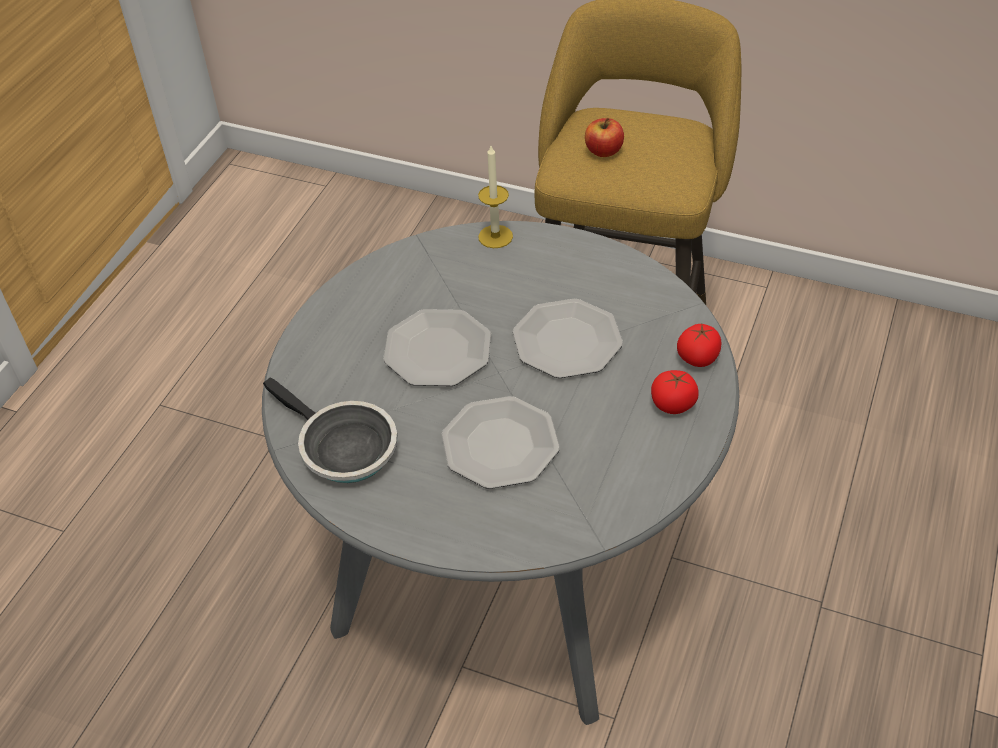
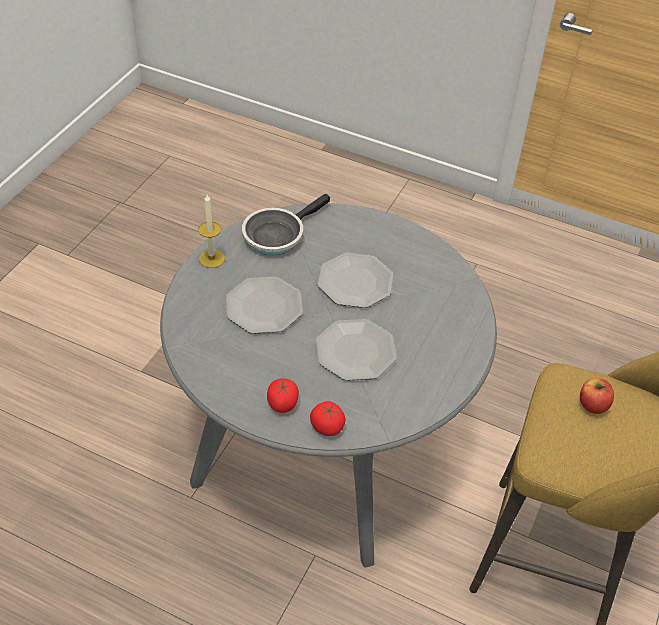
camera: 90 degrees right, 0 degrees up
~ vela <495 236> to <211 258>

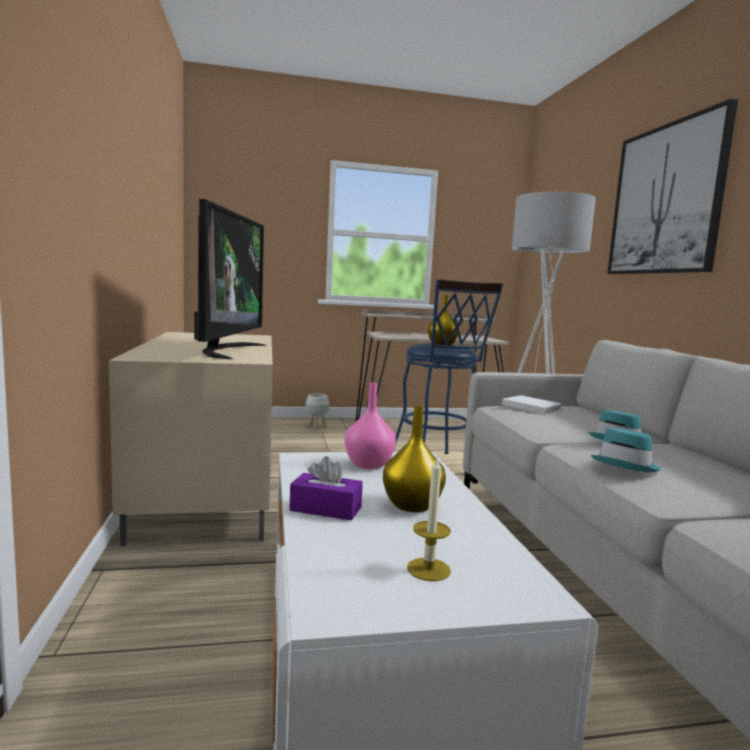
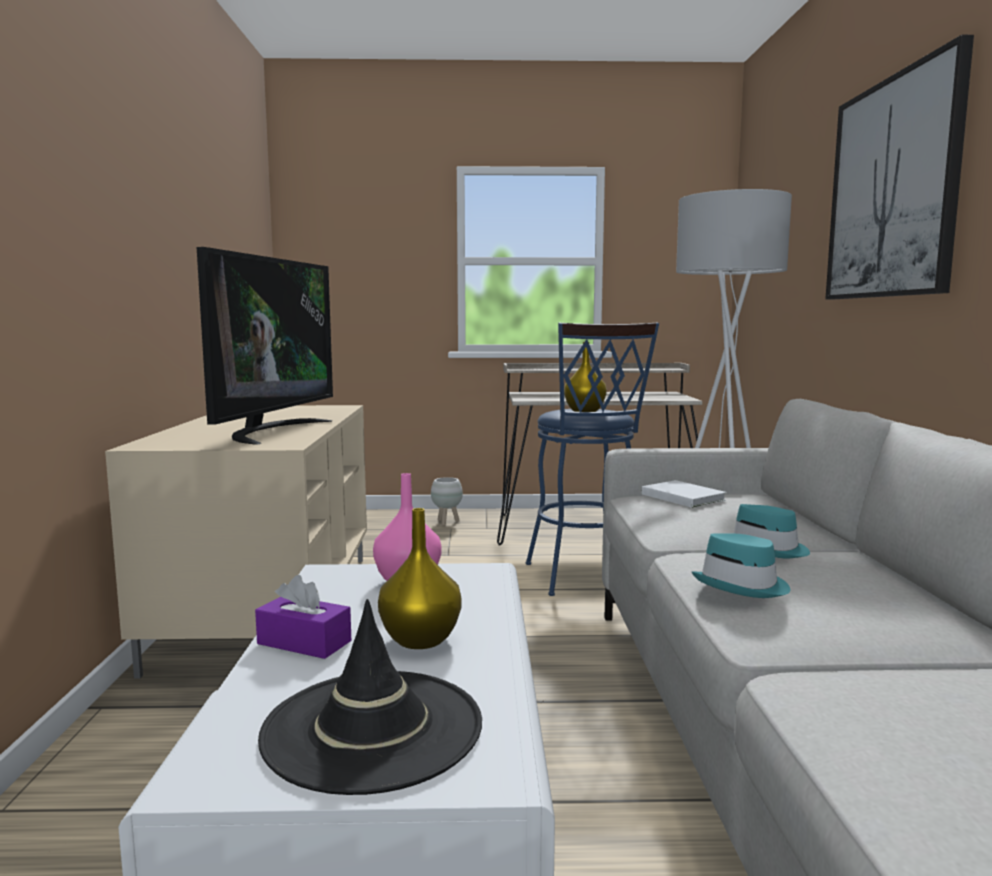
camera: 10 degrees right, 0 degrees up
~ vela <428 569> to sombrero (negro) <372 729>

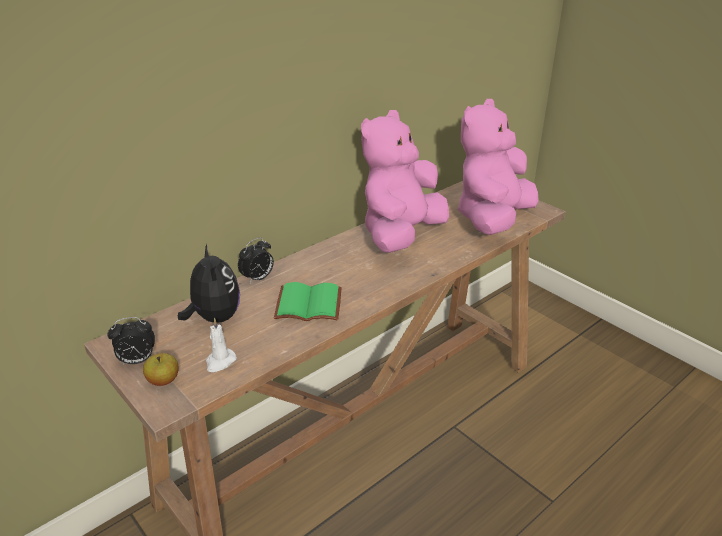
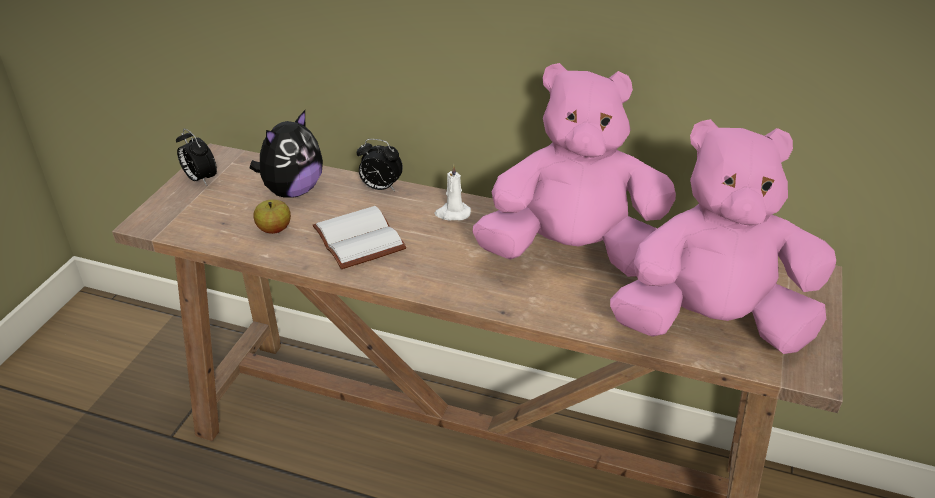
camera: 60 degrees right, 5 degrees up
~ manzana <163 380> to <274 229>
~ vela (blanco) <220 362> to <452 213>
~ libro (verde) <307 306> to libro (blanco) <356 239>

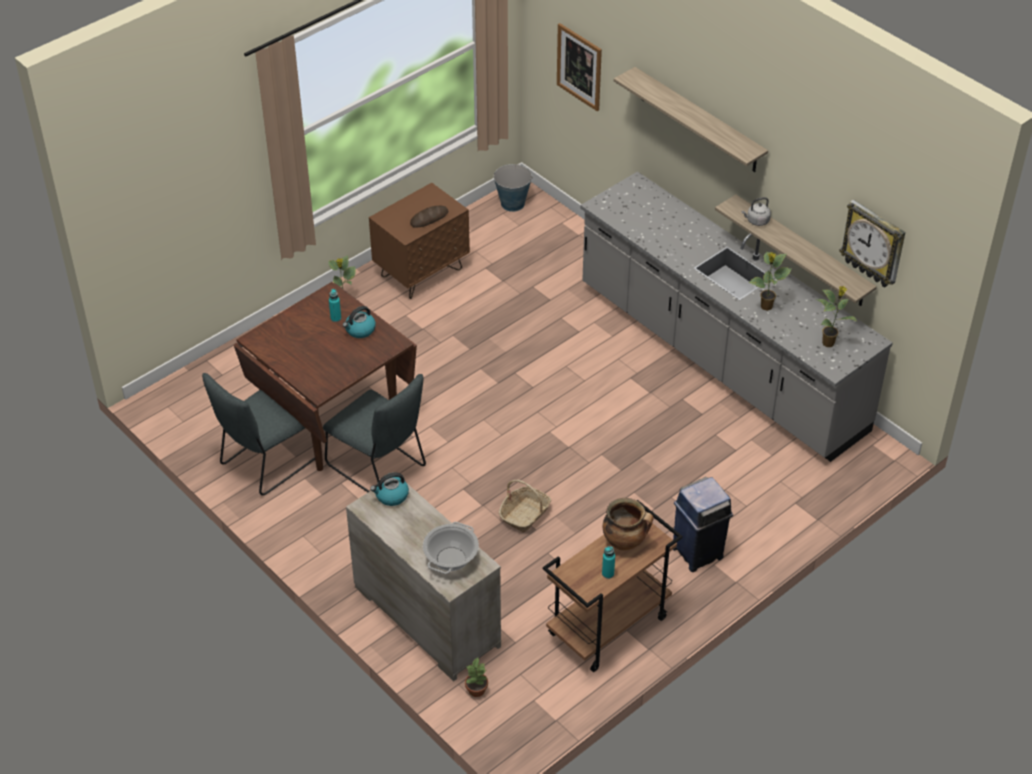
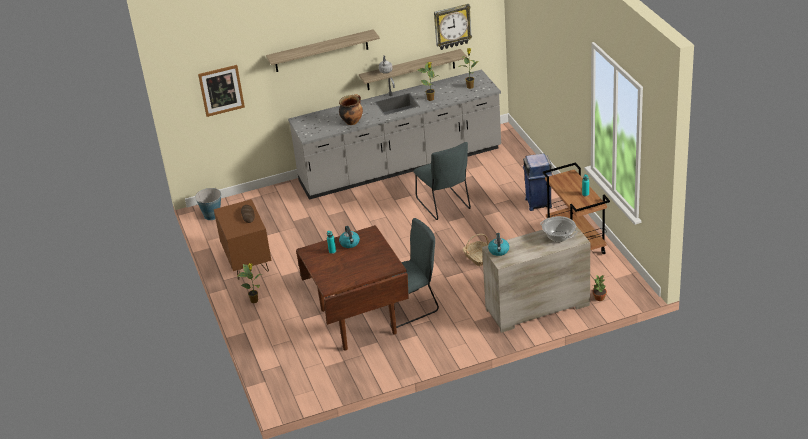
camera: 65 degrees left, 10 degrees down
~ silla (gris) <267 463> to <444 205>
~ olla <625 542> to <352 121>

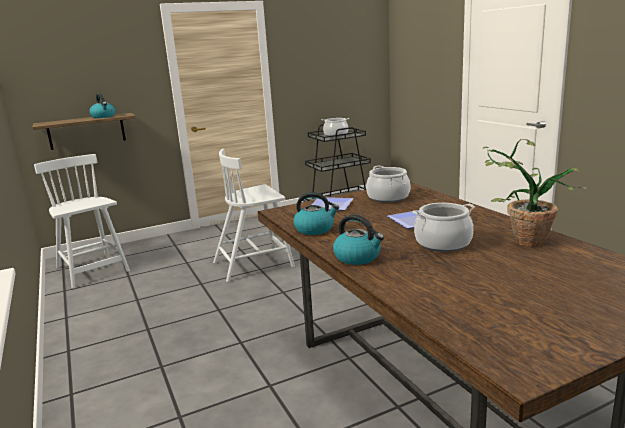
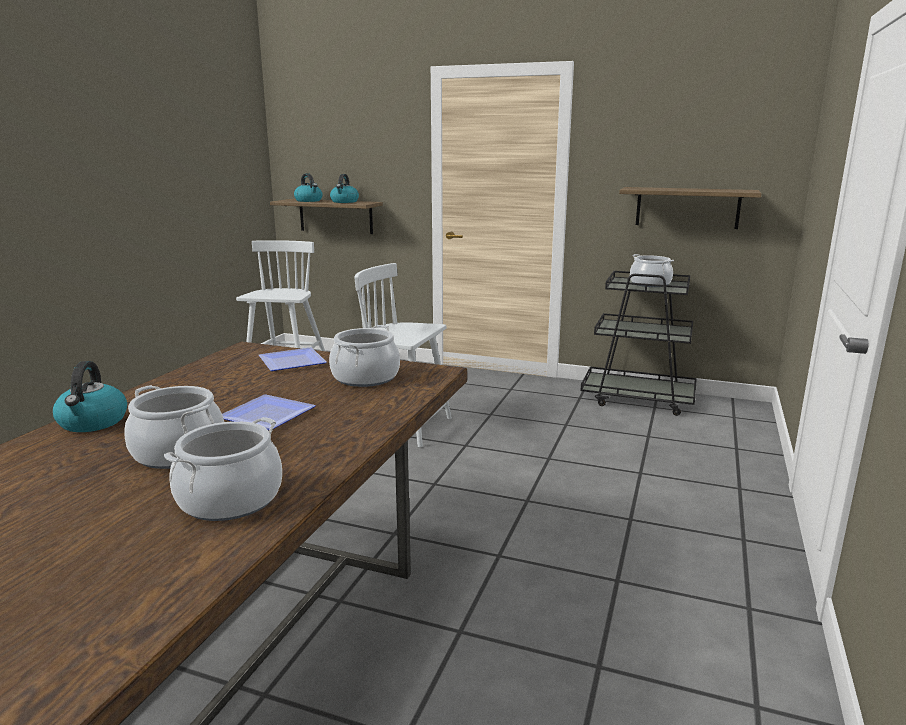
camera: 45 degrees right, 0 degrees up
+ estante <687 207>
~ hervidor <315 229> to <309 201>
~ planta en maceta <520 240> to olla <229 499>

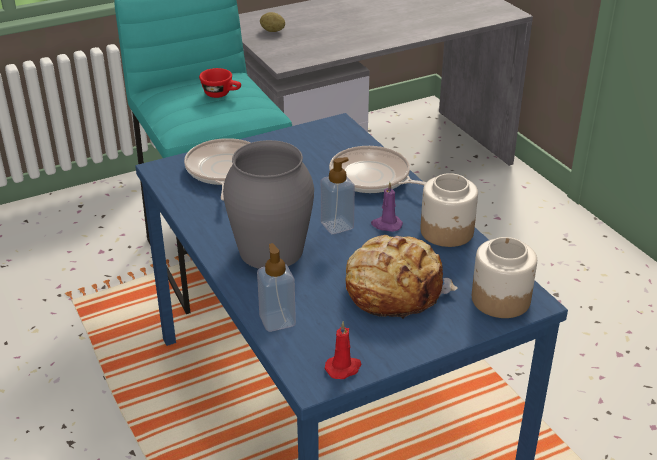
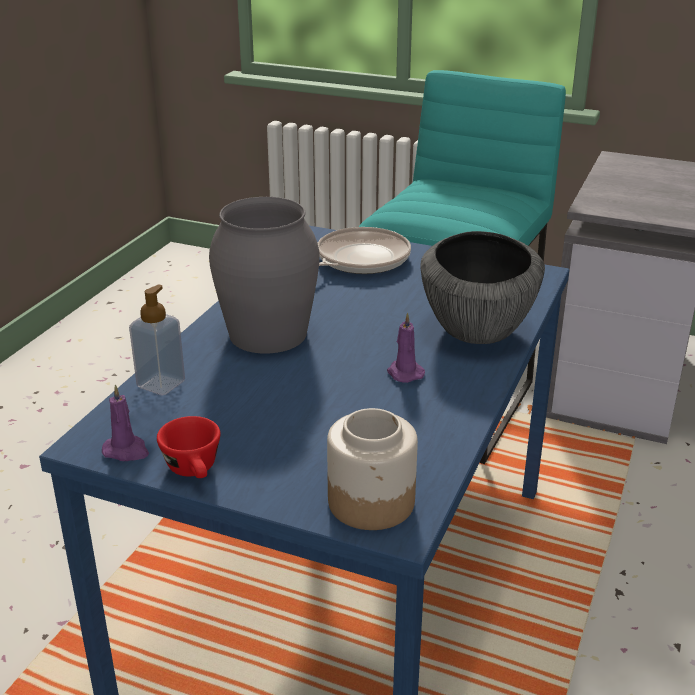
camera: 50 degrees right, 5 degrees down
- patata <272 31>
- dispensador de jabón <337 225>
- pan <394 289>
- tarro <447 232>
~ taza (rojo) <221 94> to <195 471>
~ sartén <373 178> to cuenco <476 331>
~ vela (rojo) <343 368> to vela (morado) <126 451>

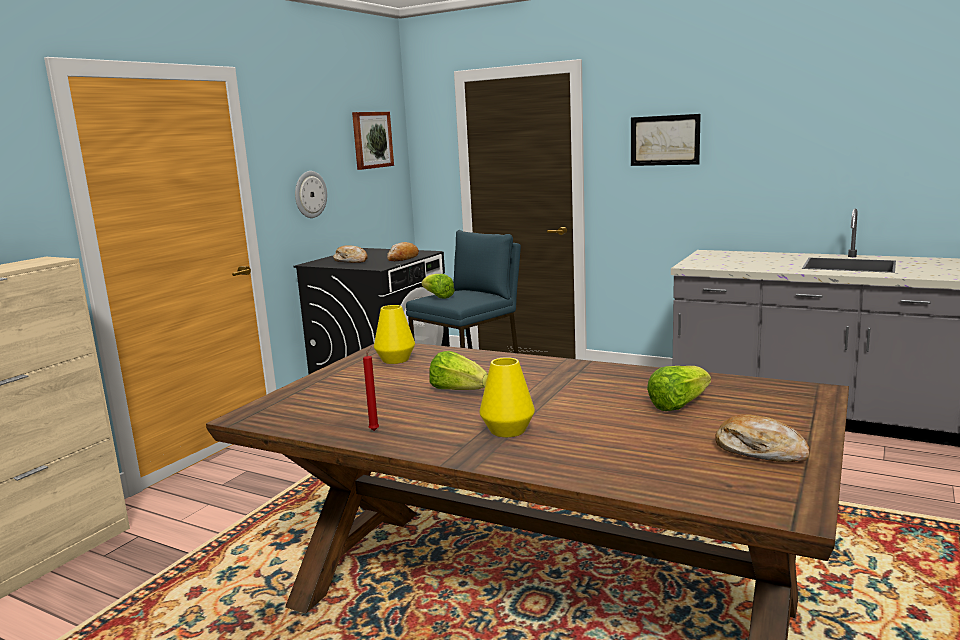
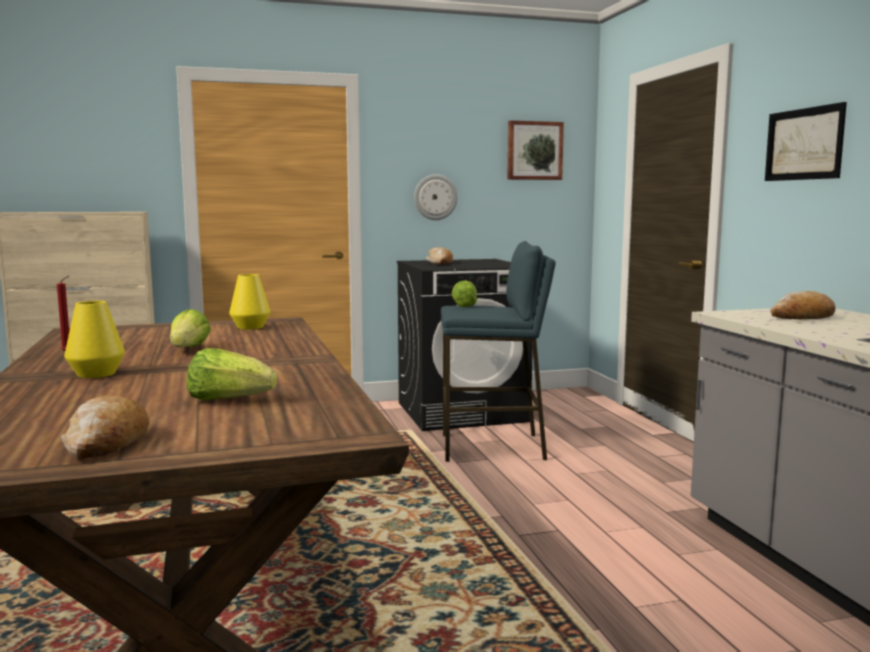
camera: 45 degrees right, 5 degrees down
~ pan <403 258> to <802 317>

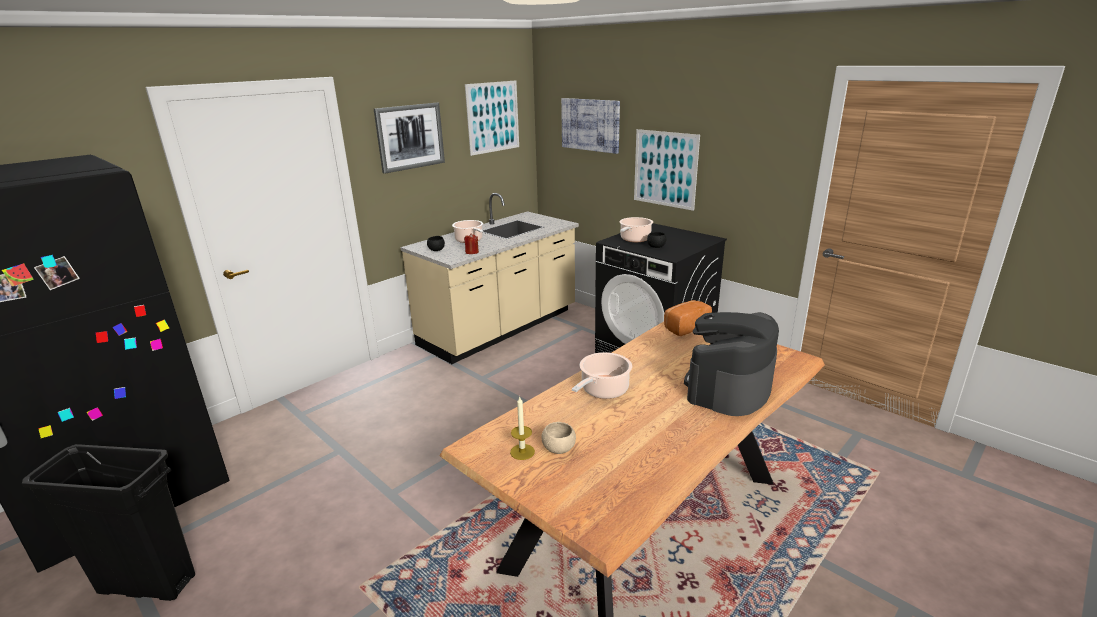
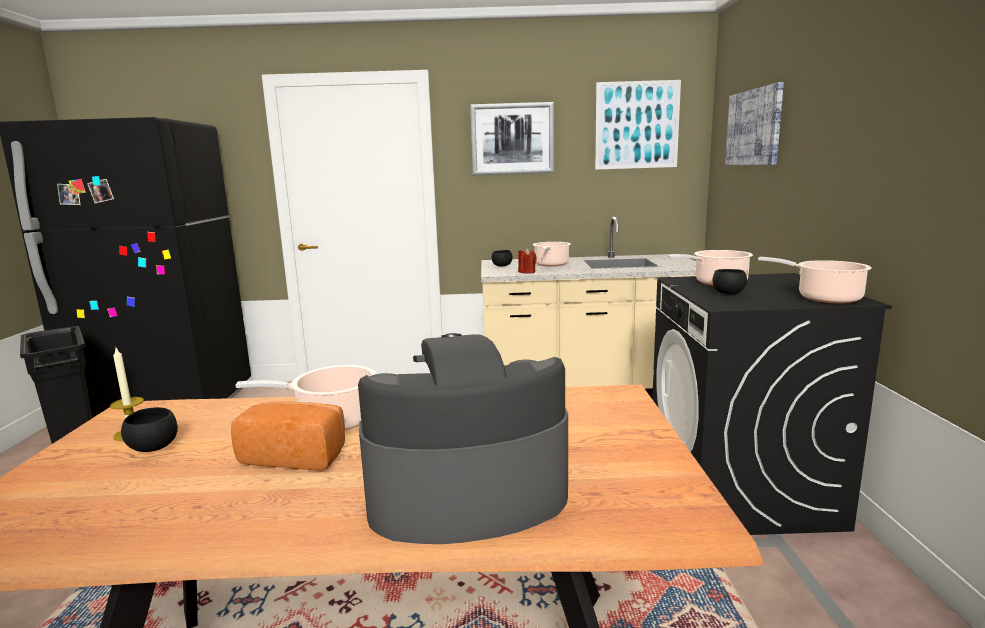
camera: 45 degrees right, 10 degrees down
- cuadro <665 169>
+ olla <824 298>
~ pan <684 327> to <296 455>
~ cuenco (beis) <559 449> to cuenco (negro) <153 447>

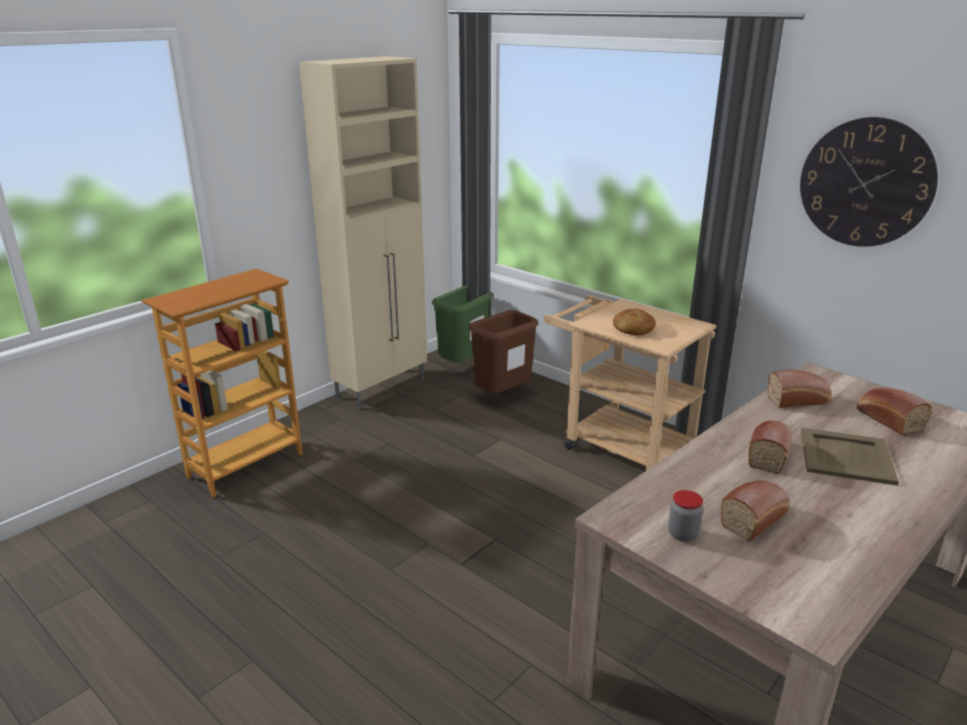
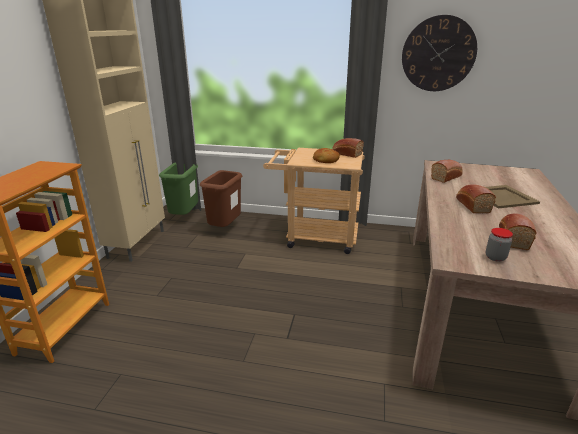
camera: 30 degrees left, 0 degrees up
~ pan <887 419> to <346 154>

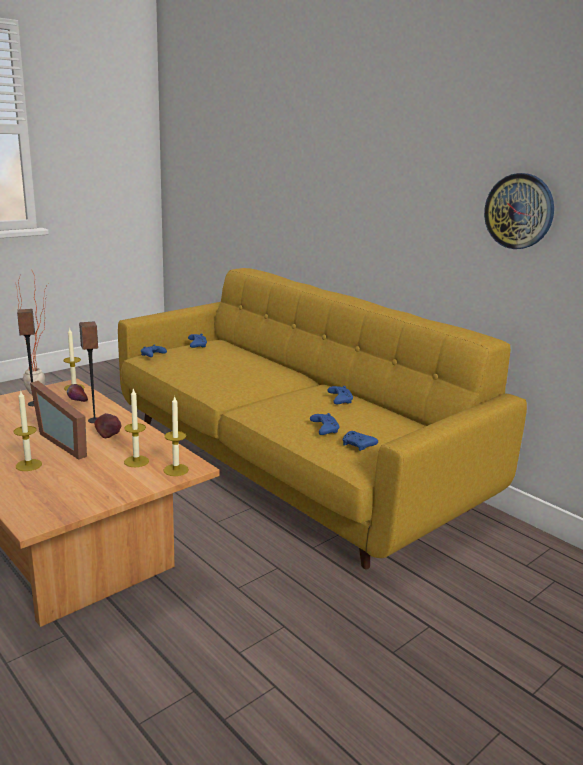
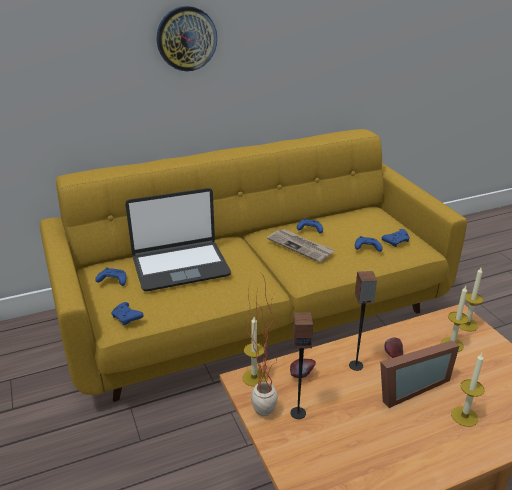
camera: 70 degrees left, 10 degrees up
+ portátil <180 266>
+ periódico <300 246>
~ reloj de pared <519 211> to <186 38>

